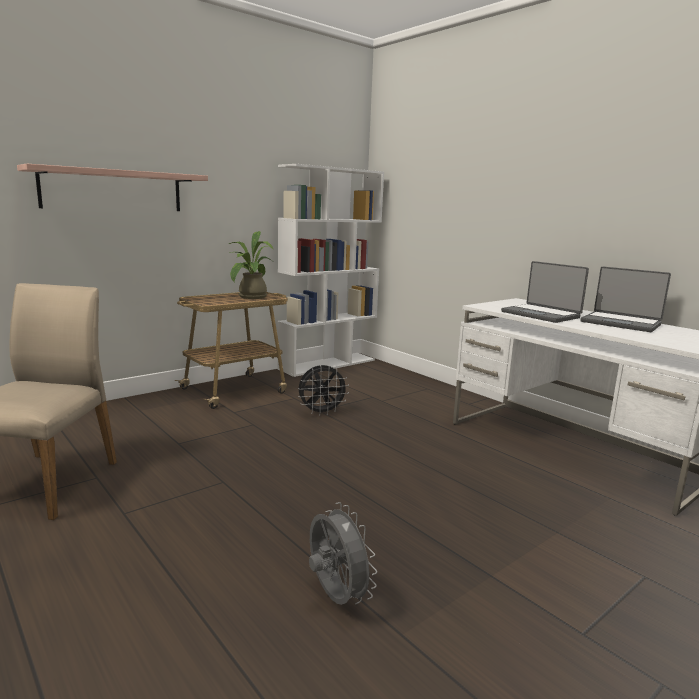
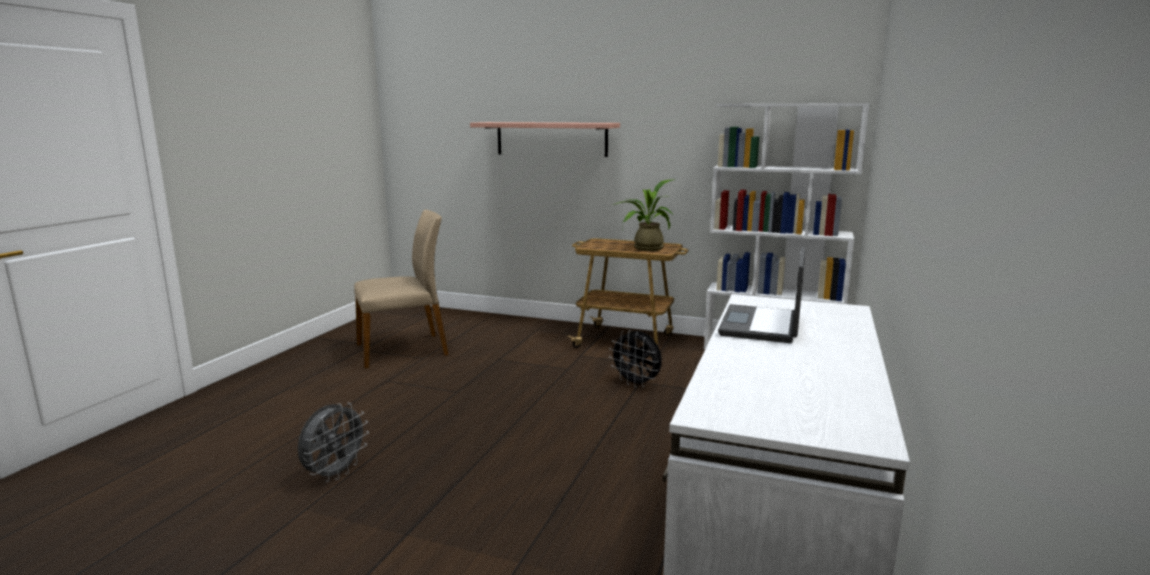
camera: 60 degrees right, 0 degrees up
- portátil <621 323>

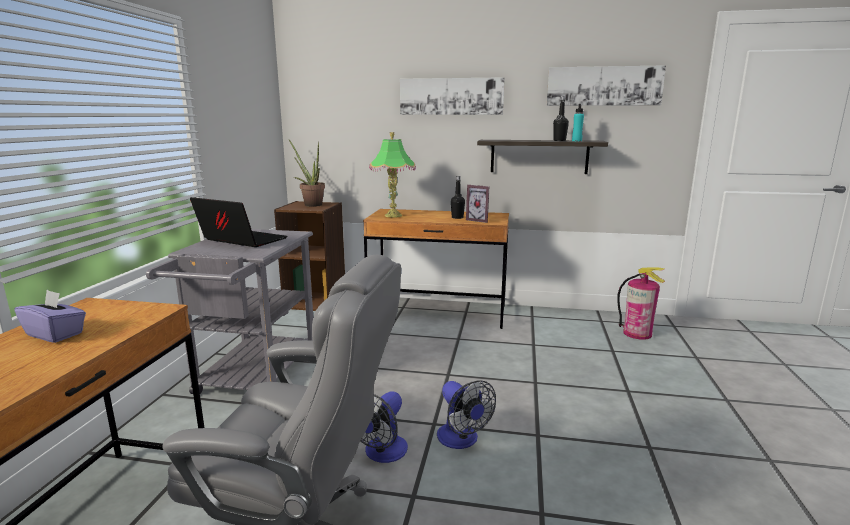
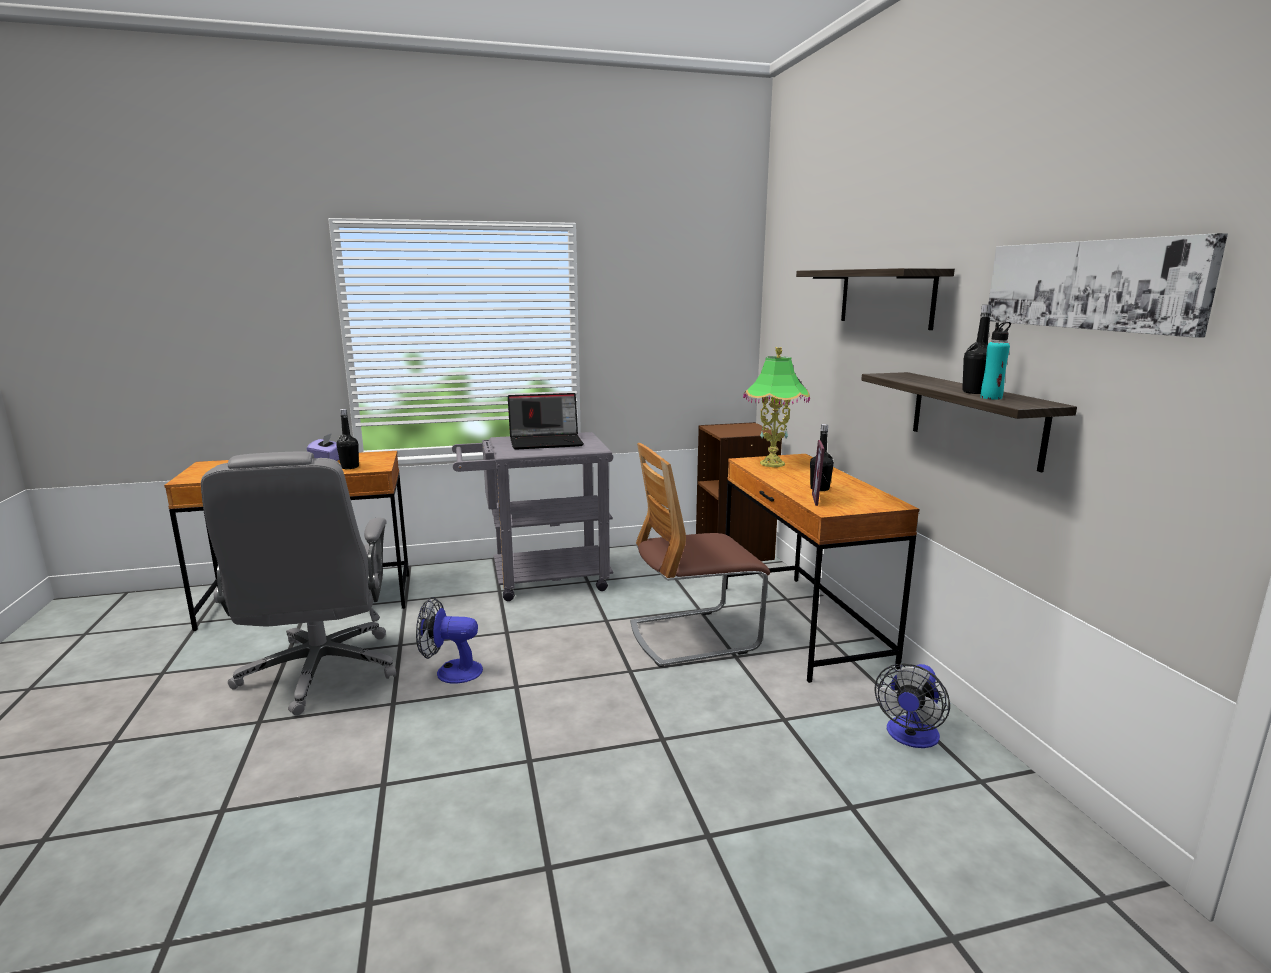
camera: 65 degrees right, 0 degrees up
- planta en maceta <310 204>
- extintor <637 333>
+ botella (negro) <350 467>
+ silla <693 637>
~ ventilador <461 440> to <910 737>
~ cuadro <451 96> to estante <885 297>
~ portátil <240 240> = <547 442> 75 degrees clockwise

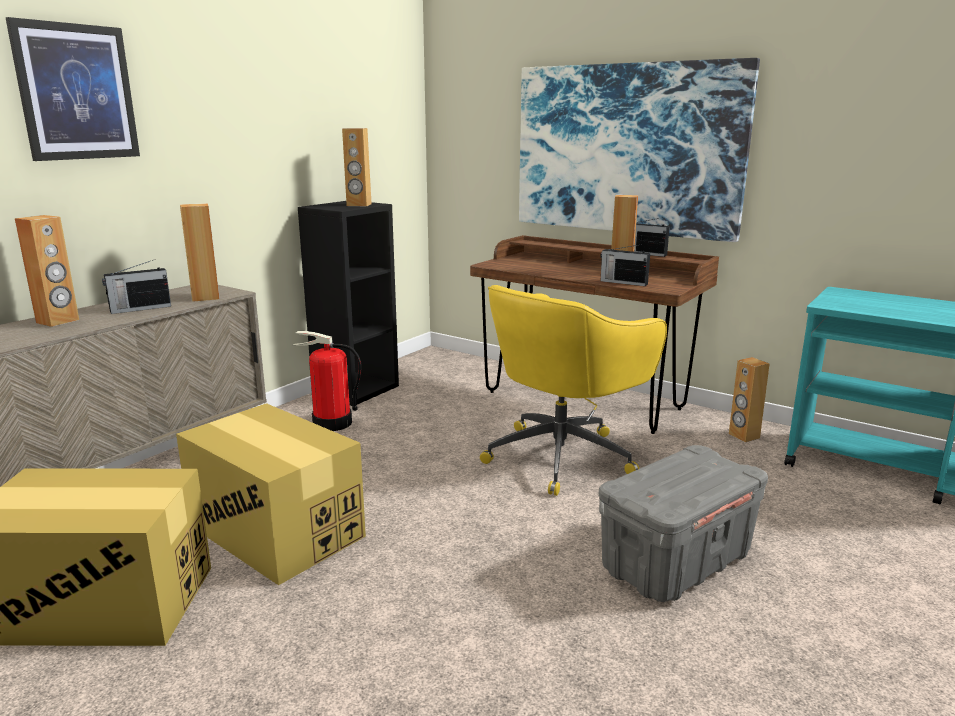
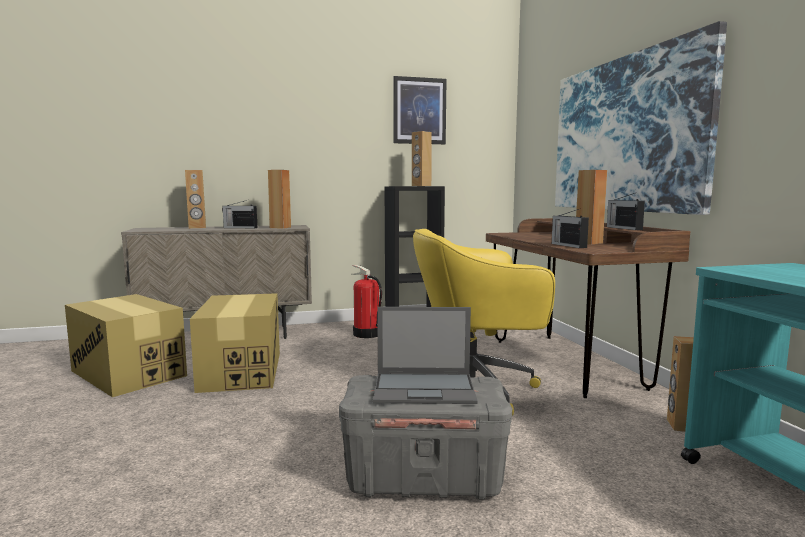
camera: 40 degrees right, 10 degrees down
+ portátil <425 388>
~ cuadro <76 92> to <419 111>

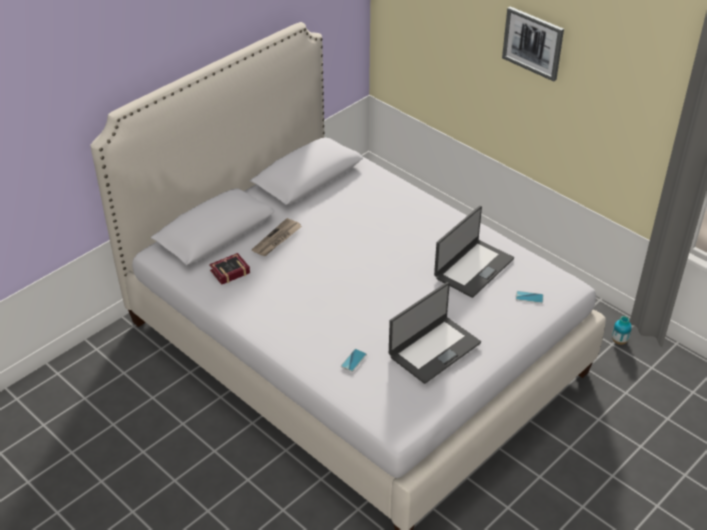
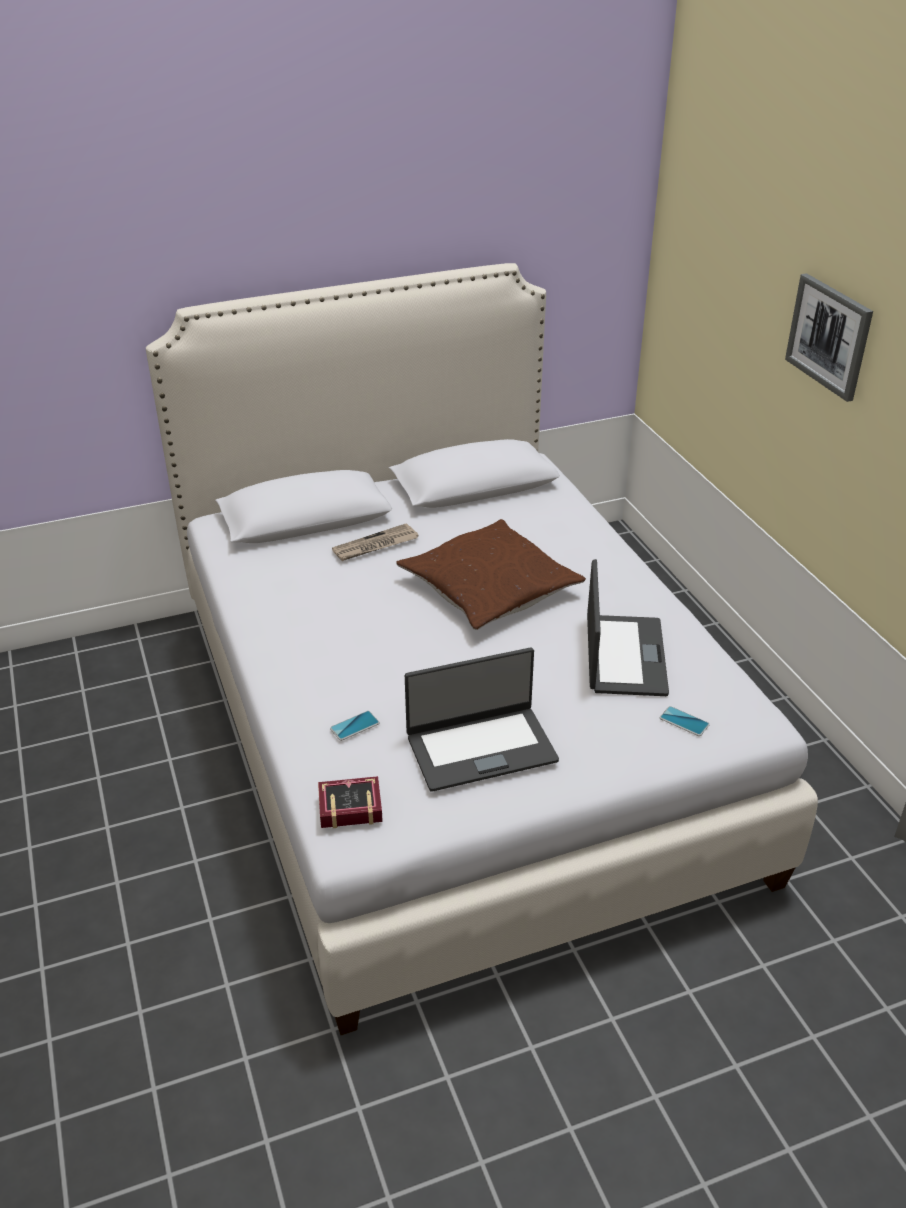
camera: 25 degrees right, 5 degrees down
- florero <619 341>
+ cojín (marrón) <489 588>
~ libro <228 272> to <347 806>
~ portátil <473 268> = <623 656> 60 degrees counterclockwise

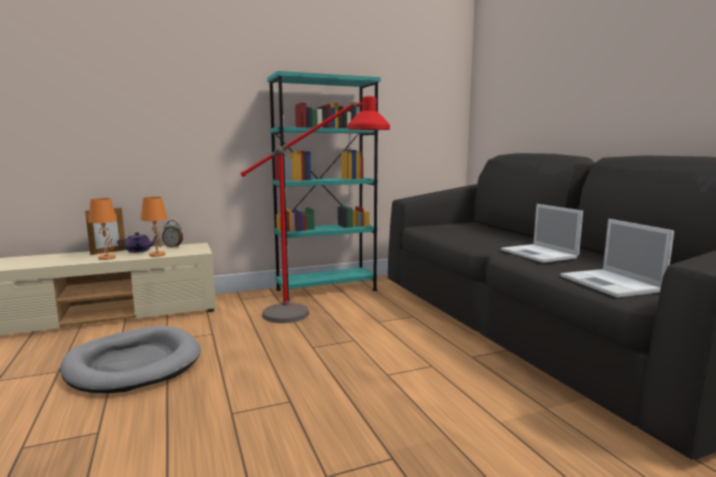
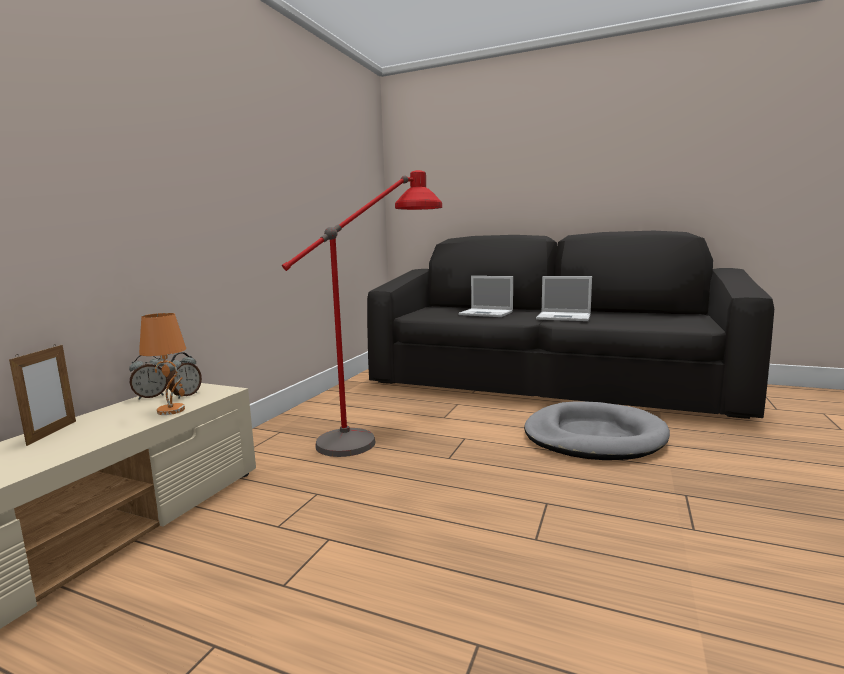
camera: 45 degrees left, 0 degrees up
- lámpara de mesa (naranja) <107 258>
- tetera (morado) <139 251>
- estantería (turquesa) <326 290>
+ despertador <185 395>
~ cama para perro (gris) <133 364> to <593 437>
~ portátil <612 284> to <487 313>

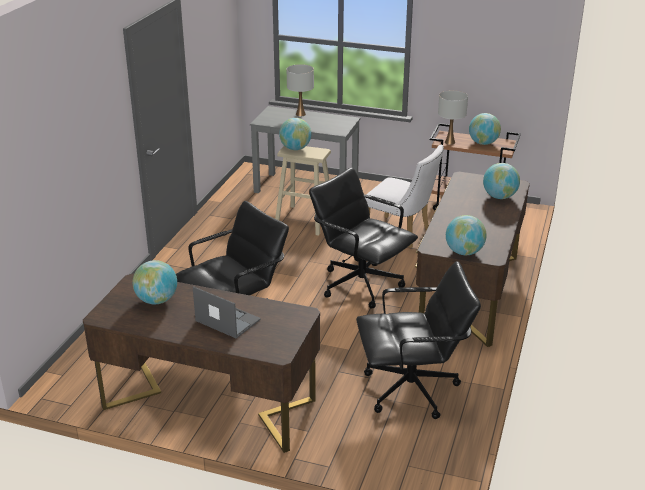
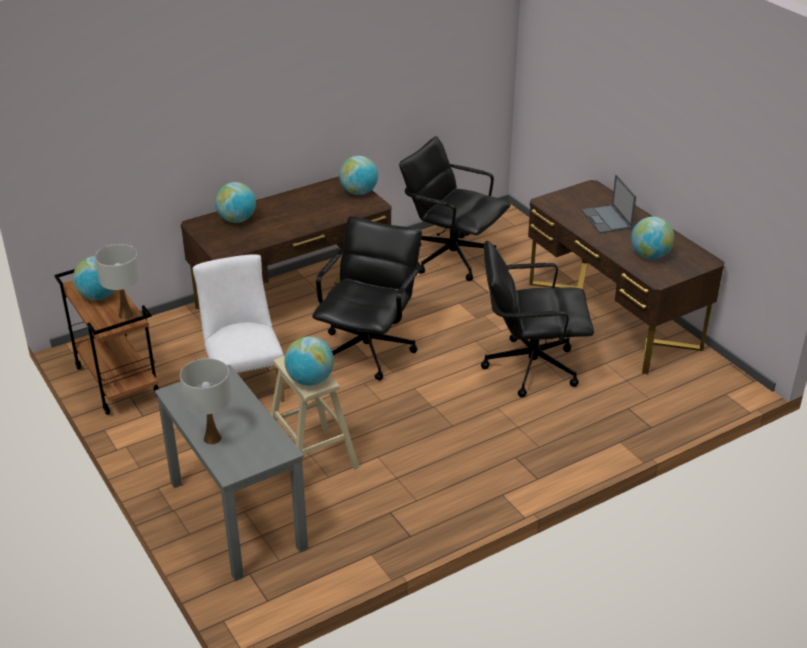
camera: 140 degrees left, 5 degrees up
~ silla de oficina (negro) <361 284> = <369 351> 150 degrees counterclockwise

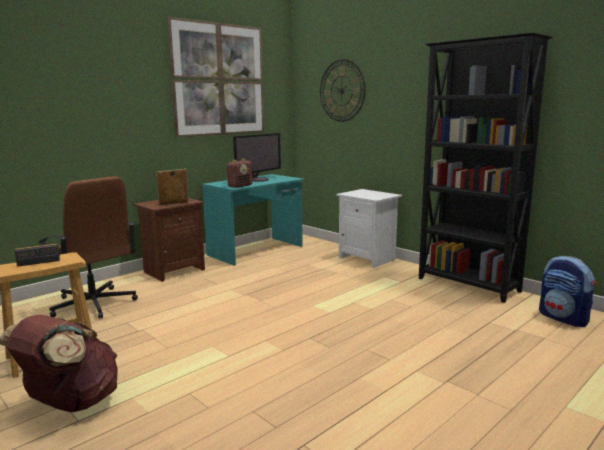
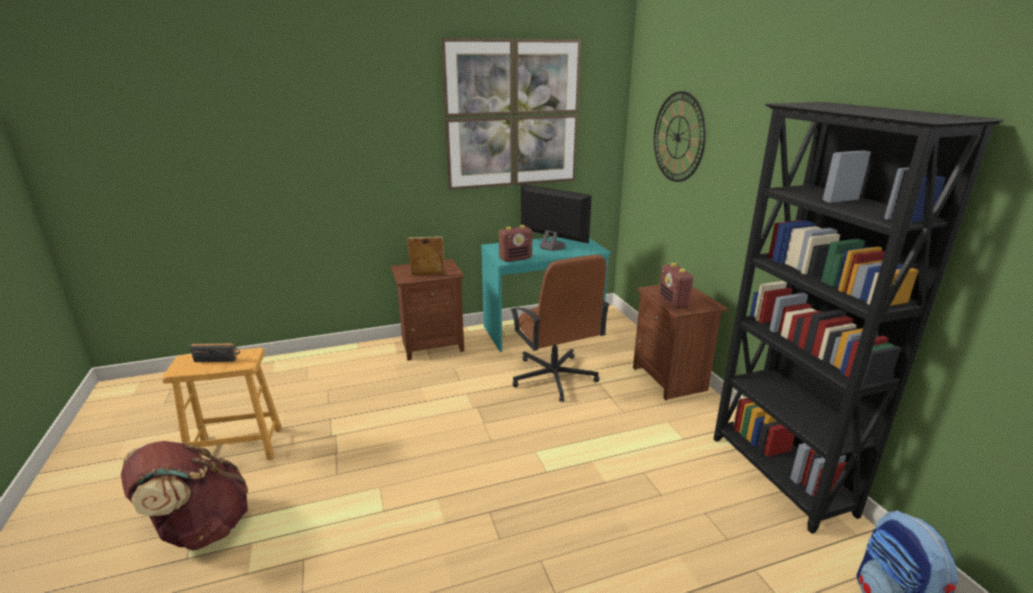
camera: 25 degrees right, 10 degrees up
+ radio <673 302>
~ silla de oficina (marrón) <93 304> to <554 378>
~ mesita de noche (blanco) <368 258> to mesita de noche (marrón) <670 379>
~ monitor <258 180> = <551 246> 120 degrees counterclockwise

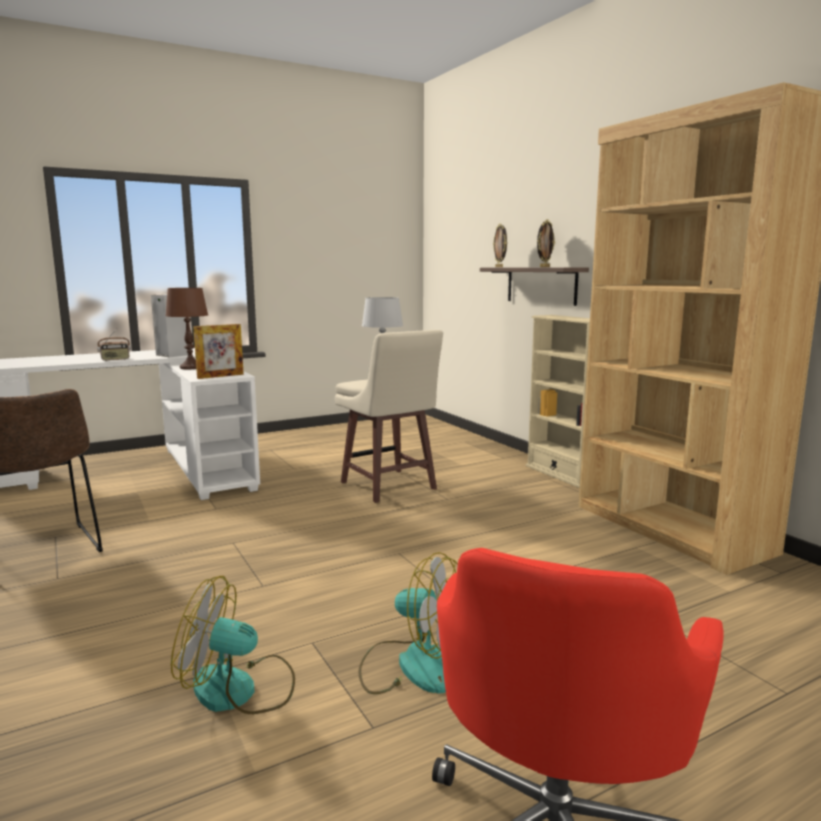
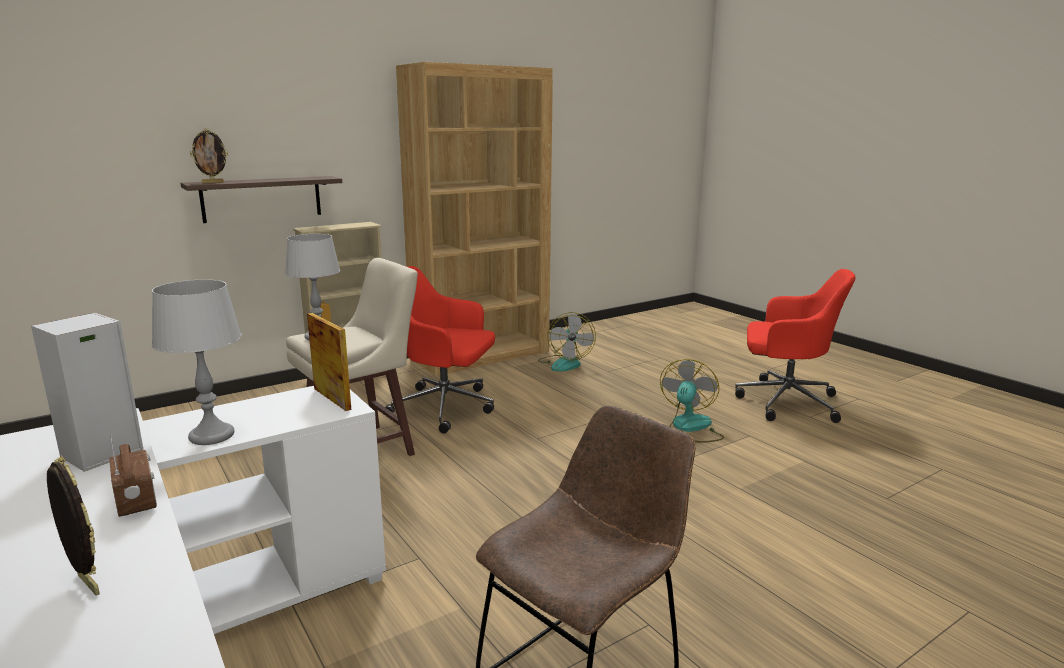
camera: 95 degrees left, 5 degrees up
+ silla de oficina (rojo) <446 407>
~ ventilador <239 690> to <565 363>
~ portarretratos <544 267> to <85 585>
~ lámpara de mesa (marrón) <190 367> to lámpara de mesa (gris) <211 436>

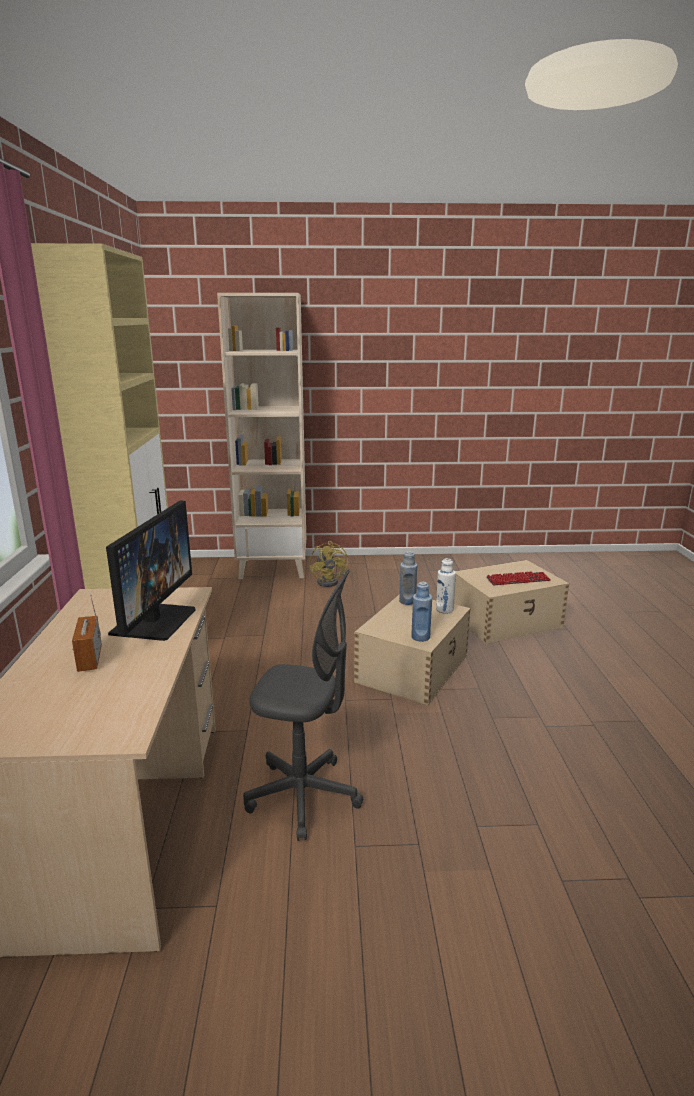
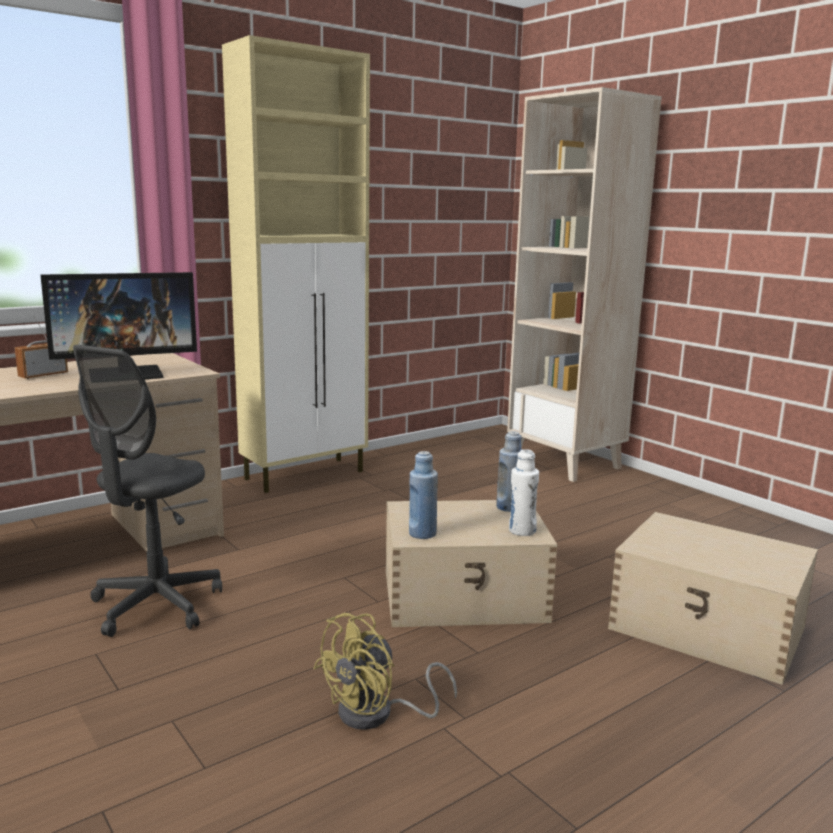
camera: 55 degrees right, 5 degrees down
- teclado <518 580>
~ ventilador (amarillo) <330 581> to <377 714>
~ silla de oficina (gris) <303 796> = <156 605> 45 degrees clockwise

